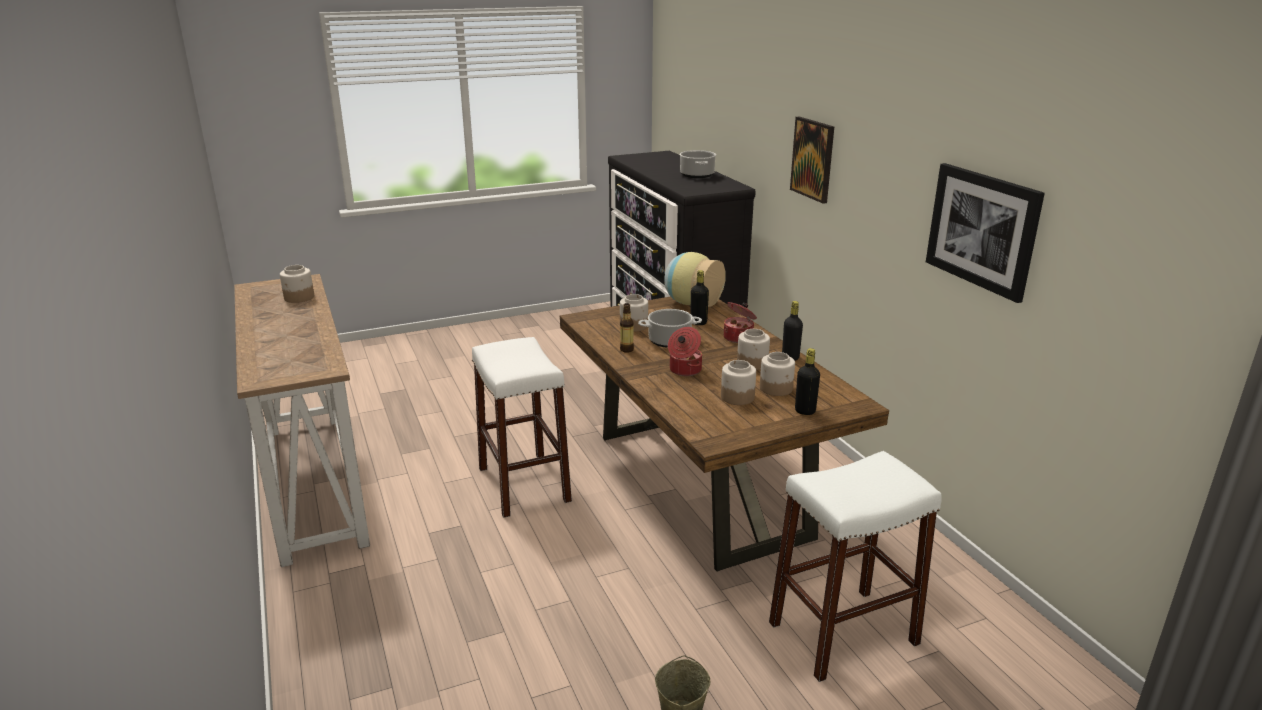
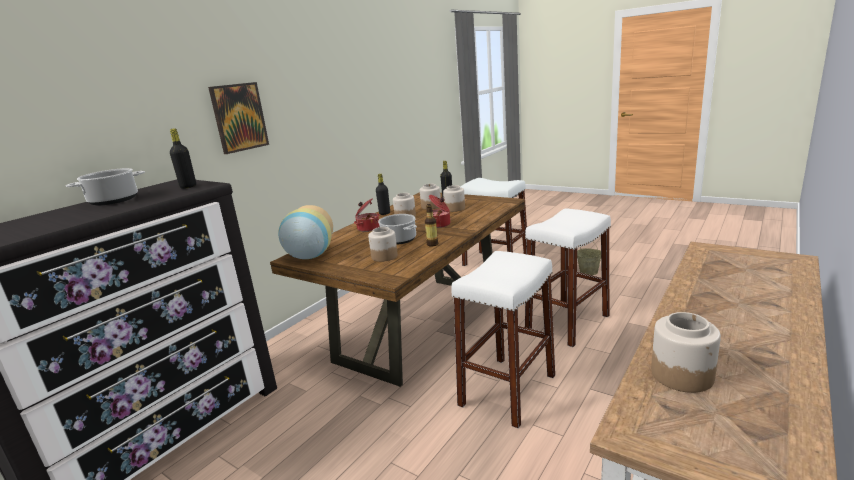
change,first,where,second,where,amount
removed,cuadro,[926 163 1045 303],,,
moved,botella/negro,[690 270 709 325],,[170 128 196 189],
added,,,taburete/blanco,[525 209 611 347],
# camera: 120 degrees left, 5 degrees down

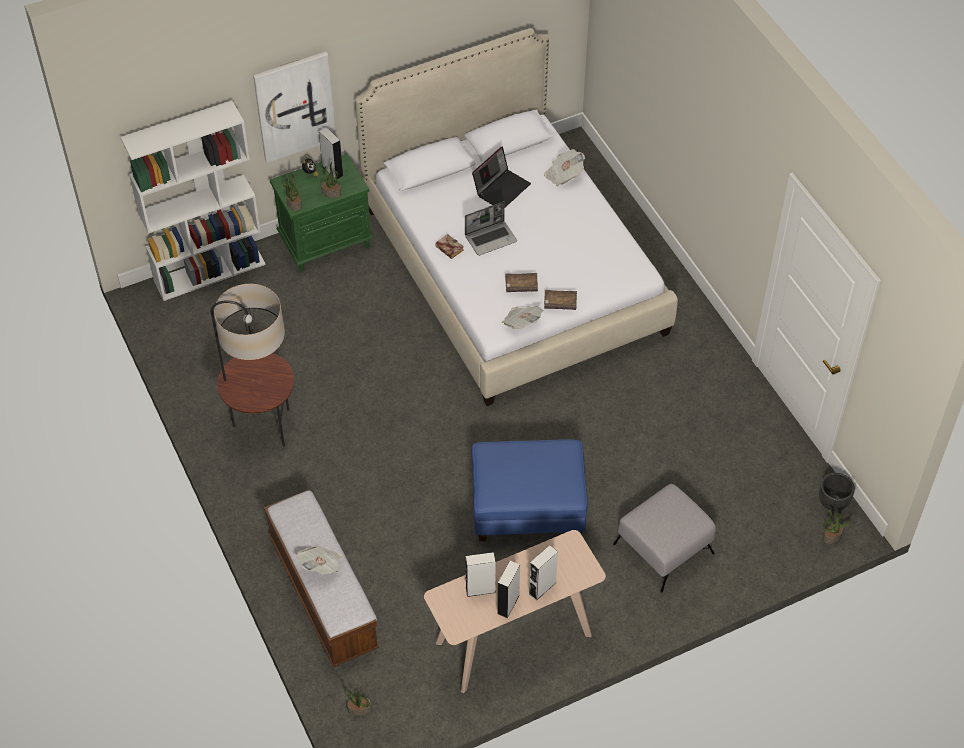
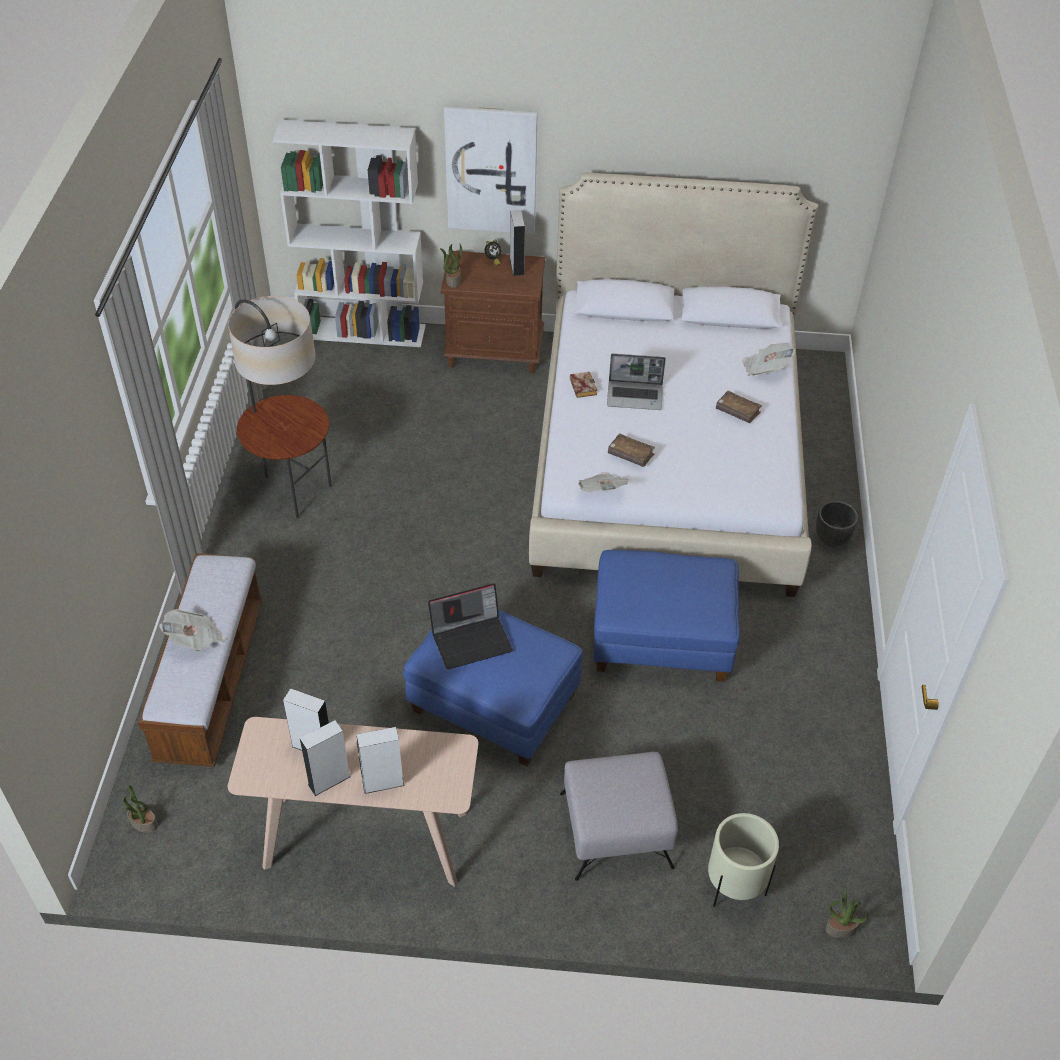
change,first,where,second,where,amount
moved,portátil,[472 146 531 207],,[428 583 513 670],
recoloured,mesita de noche/verde,[270 153 374 272],mesita de noche/marrón,[441 251 545 373],
removed,planta en maceta,[321 162 341 198],,,
moved,libro/marrón,[544 290 577 310],,[716 391 762 423],
moved,maceta/negro,[819 473 855 511],,[816 501 858 547],
added,,,puf/azul,[593 550 740 682],
added,,,maceta/beis,[708 813 779 907],
# camera: 30 degrees right, 5 degrees down

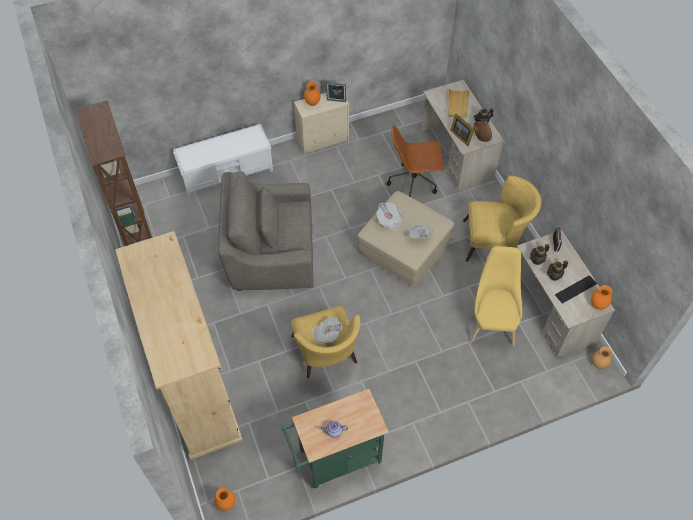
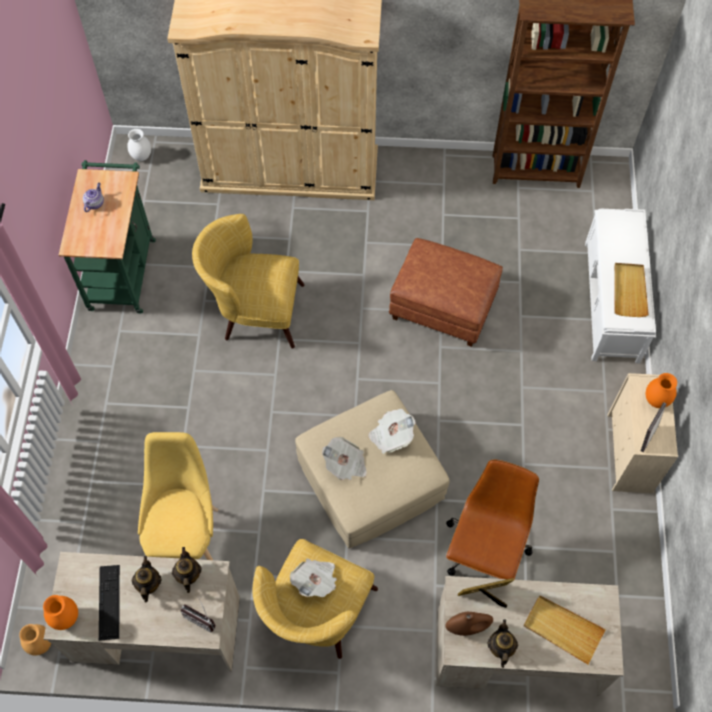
change,first,where,second,where,amount
replaced,sillón/gris,[218 171 314 291],puf/marrón,[389 238 503 347],
turned,silla/amarillo,[470 246 522 346],,[138 432 218 560],120 degrees counterclockwise
moved,periódico,[312 318 342 344],,[290 559 337 597],
recoloured,florero/naranja,[214 488 235 511],florero/blanco,[127 129 151 161],
added,,,bandeja/beis,[614 263 649 317],
# camera: 115 degrees right, 5 degrees up

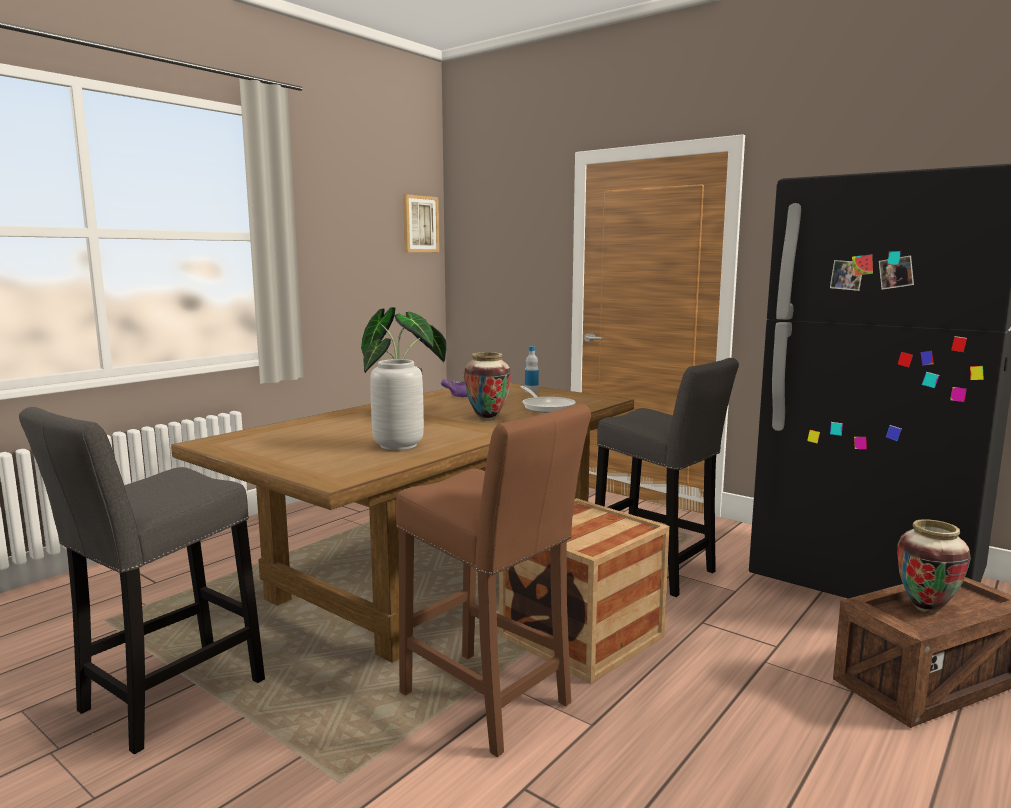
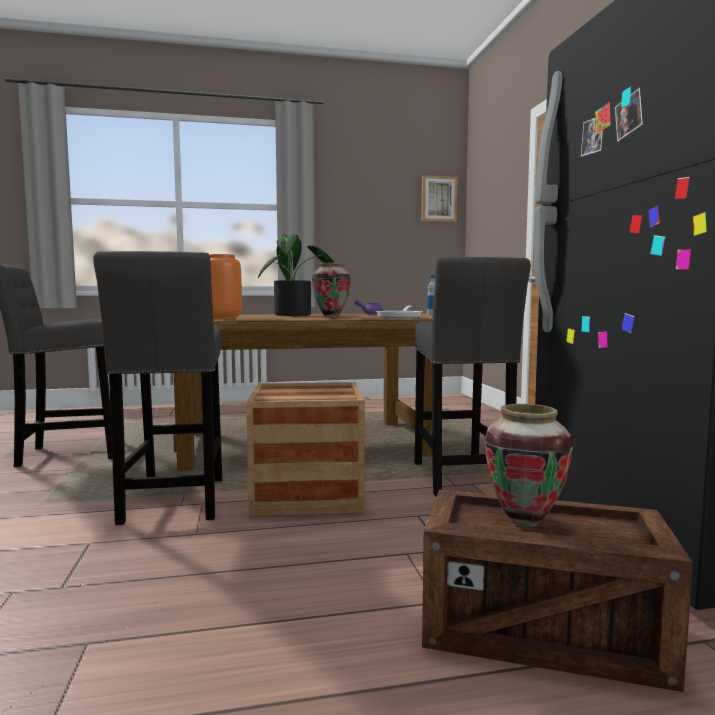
change,first,where,second,where,amount
recoloured,florero/gris,[370 359 424 450],florero/naranja,[209 254 242 319],
recoloured,taburete/marrón,[395 403 591 757],taburete/gris,[93 251 222 525],
# camera: 40 degrees right, 5 degrees down

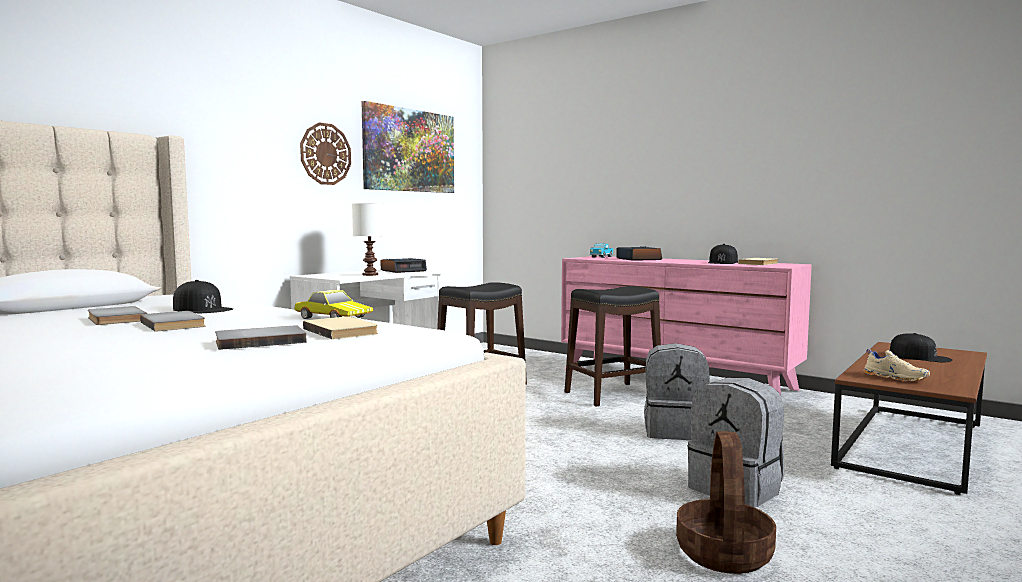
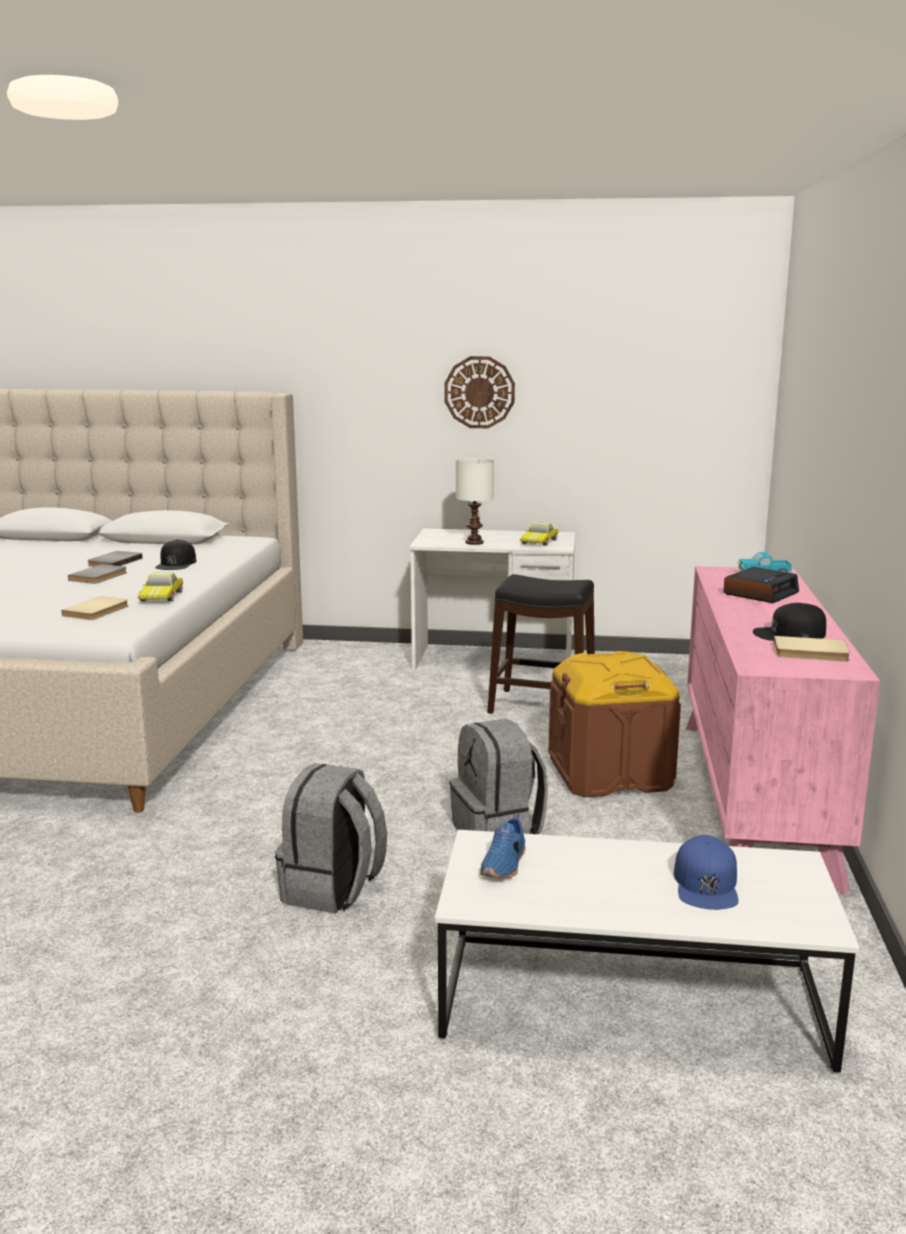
change,first,where,second,where,amount
removed,cuadro,[361 101 454 193],,,
replaced,despertador,[380 258 427 273],coche de juguete,[520 522 558 546],
replaced,taburete/negro,[565 286 661 407],caja de almacenaje/marrón,[548 651 681 797],
removed,libro/gris,[215 326 306 350],,,
recoloured,gorra/negro,[890 333 952 363],gorra/azul,[674 835 738 910],
recoloured,mesa de centro/marrón,[831 342 987 495],mesa de centro/blanco,[435 830 860 1072],
recoloured,zapato/beis,[863 349 930 382],zapato/azul,[480 813 526 879],
removed,cesta,[676 431 776 574],,,
# camera: 60 degrees right, 10 degrees up

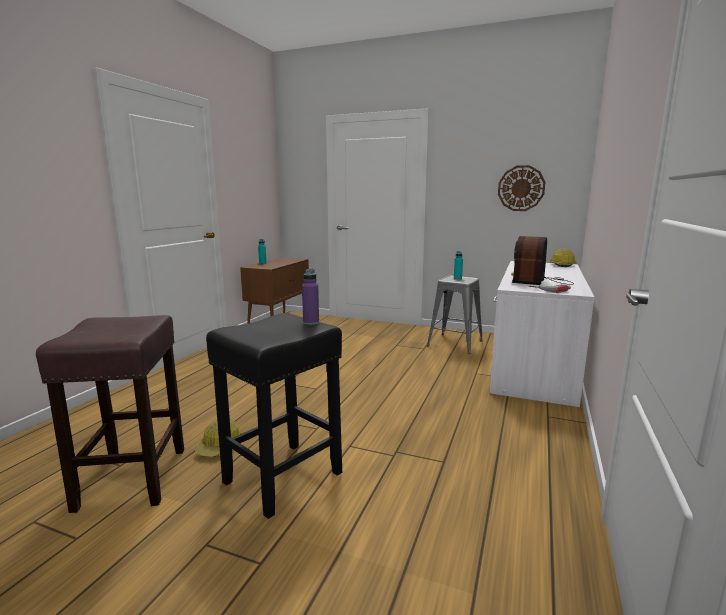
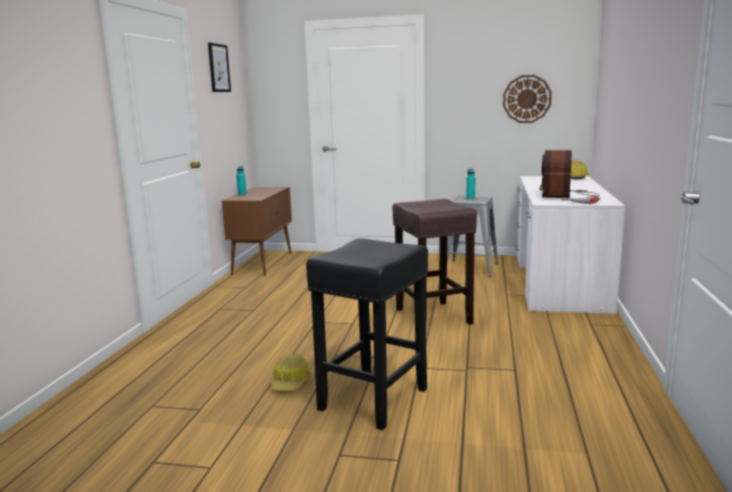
change,first,where,second,where,amount
removed,botella/morado,[302 269 319 325],,,
moved,taburete/marrón,[36 315 184 513],,[392 199 477 324],
added,,,cuadro,[208 43 231 92],
# camera: 10 degrees left, 0 degrees up

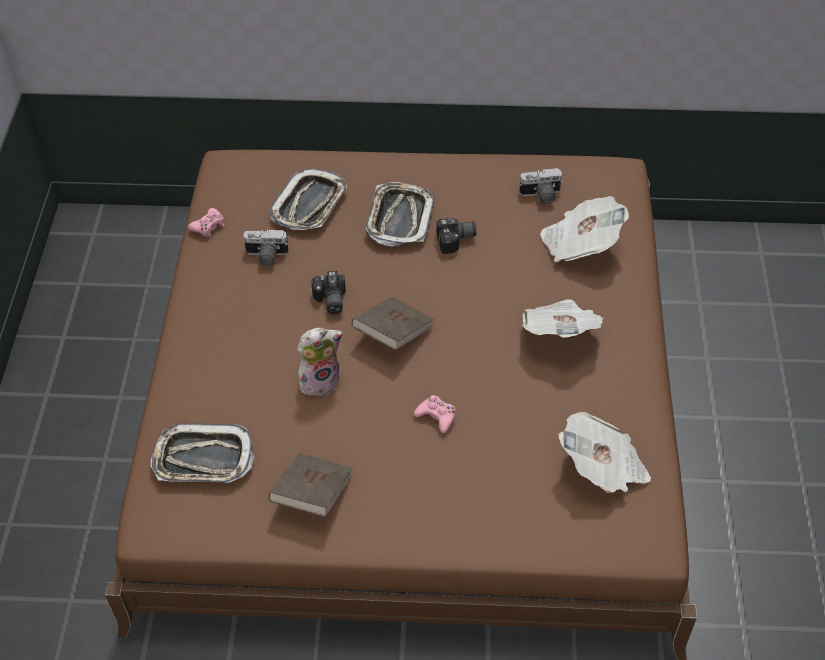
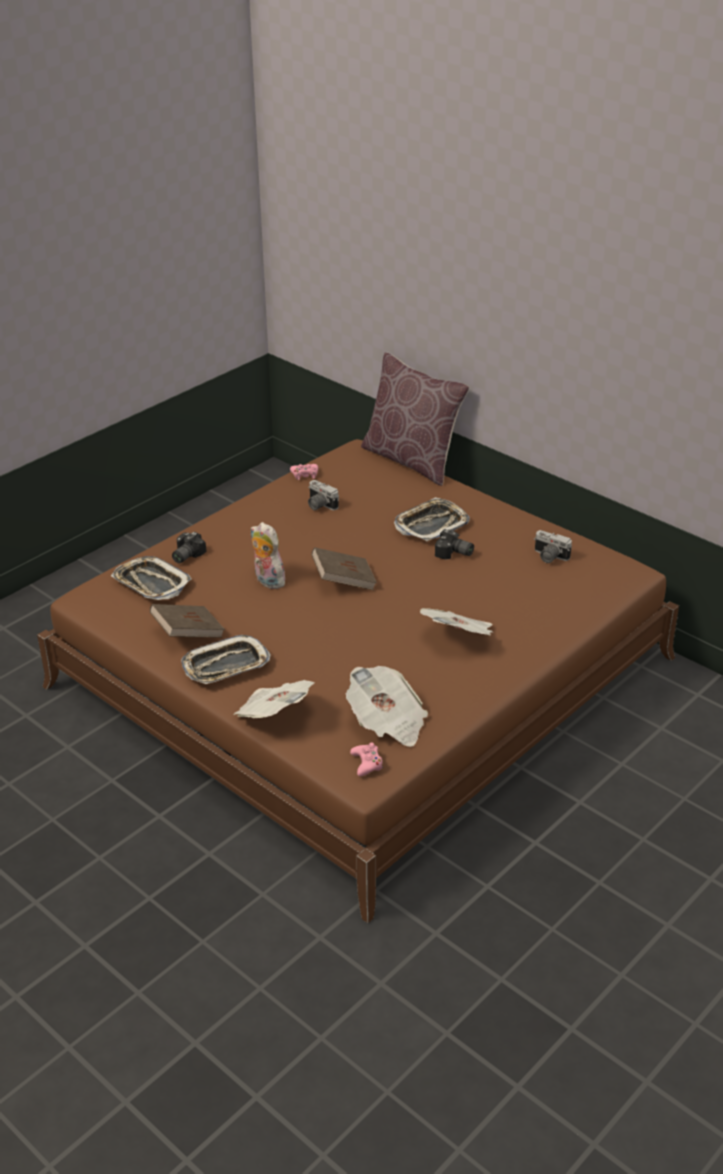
change,first,where,second,where,amount
moved,bandeja,[270 169 347 230],,[181 635 271 684],
moved,periódico,[540 196 629 262],,[233 680 315 718],
moved,cámara,[311 271 346 314],,[172 532 207 563],
turned,peluche,[297 328 343 396],,[251 522 285 589],150 degrees counterclockwise
moved,mando de consola/rosa,[414 395 456 433],,[350 743 383 776],
added,,,cojín/marrón,[361 352 469 486],
# camera: 40 degrees right, 15 degrees down

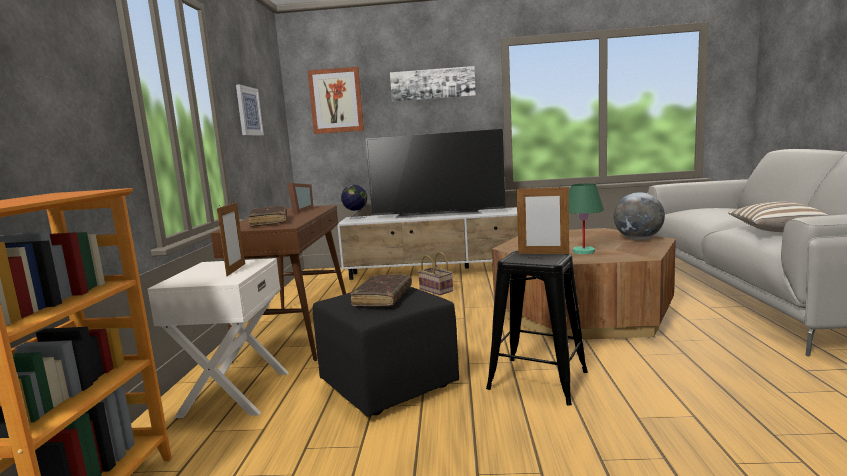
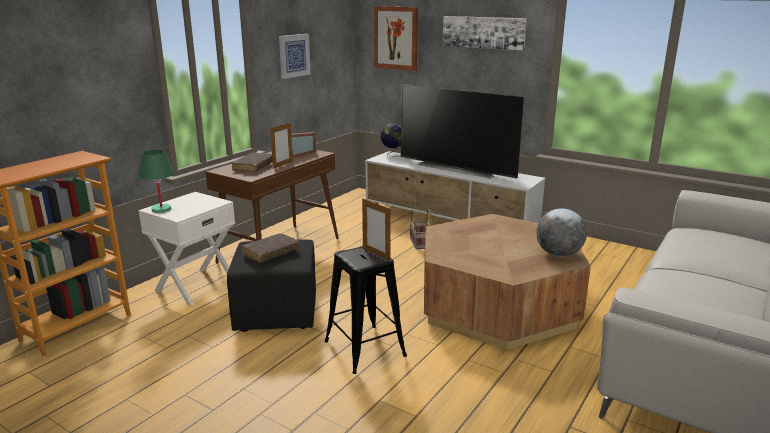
change,first,where,second,where,amount
moved,lámpara de mesa/verde,[569 183 604 254],,[138 150 175 213],
moved,portarretratos,[217 201 245 276],,[270 122 293 169],
removed,cojín,[728 202 829 232],,,
# camera: 30 degrees right, 10 degrees up

